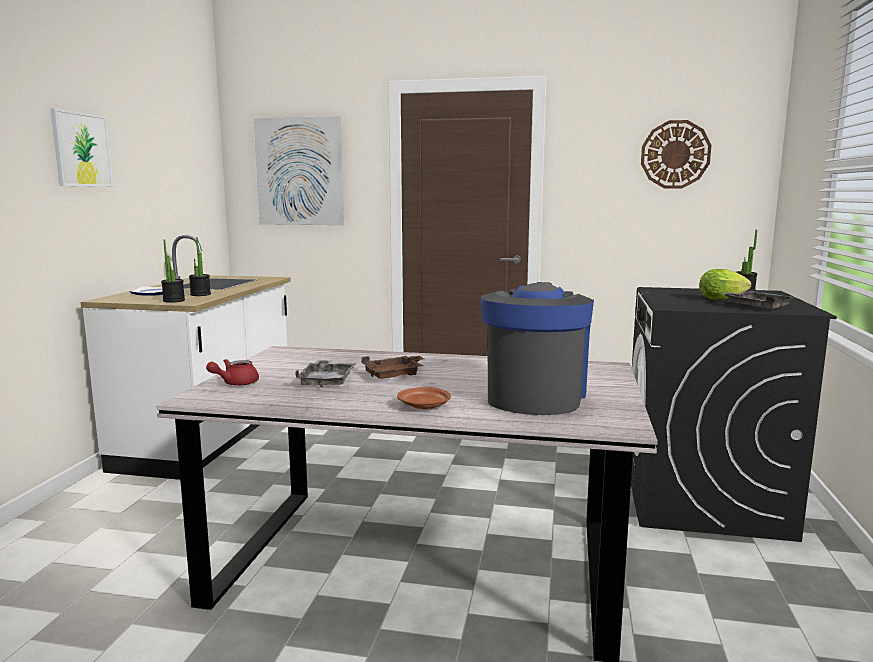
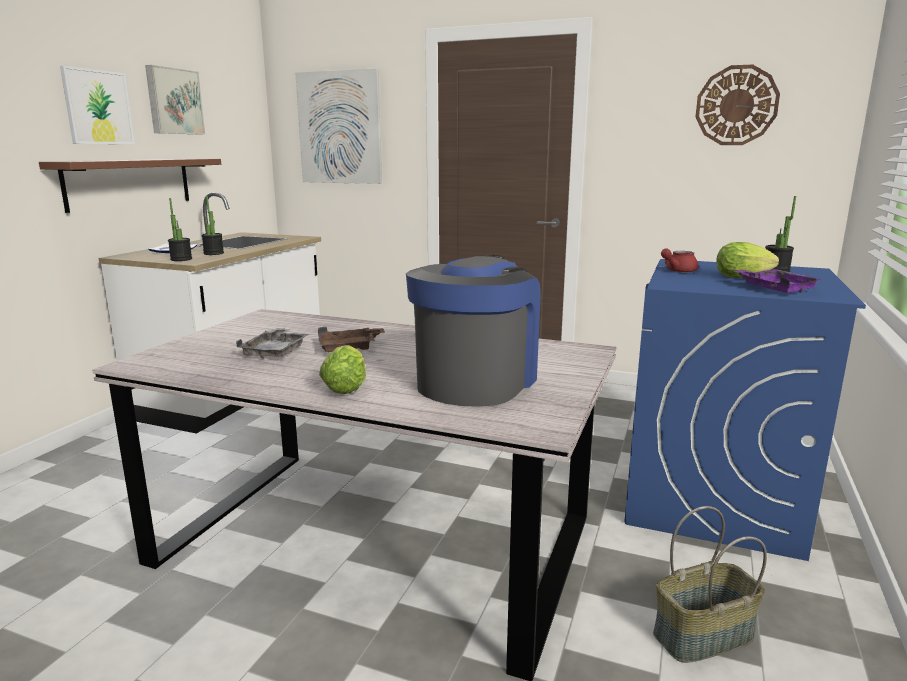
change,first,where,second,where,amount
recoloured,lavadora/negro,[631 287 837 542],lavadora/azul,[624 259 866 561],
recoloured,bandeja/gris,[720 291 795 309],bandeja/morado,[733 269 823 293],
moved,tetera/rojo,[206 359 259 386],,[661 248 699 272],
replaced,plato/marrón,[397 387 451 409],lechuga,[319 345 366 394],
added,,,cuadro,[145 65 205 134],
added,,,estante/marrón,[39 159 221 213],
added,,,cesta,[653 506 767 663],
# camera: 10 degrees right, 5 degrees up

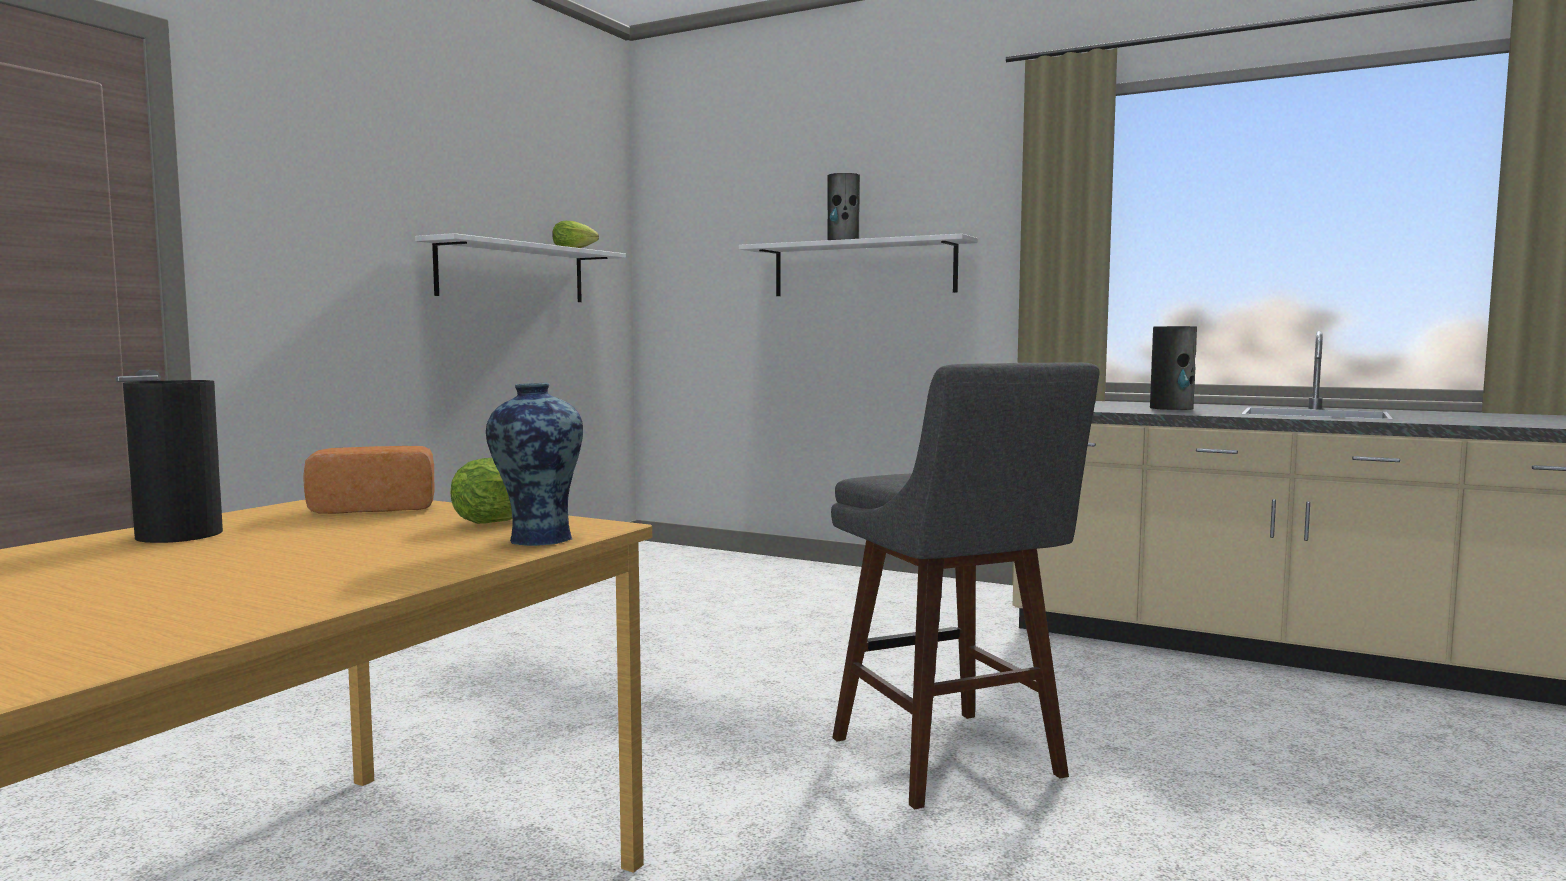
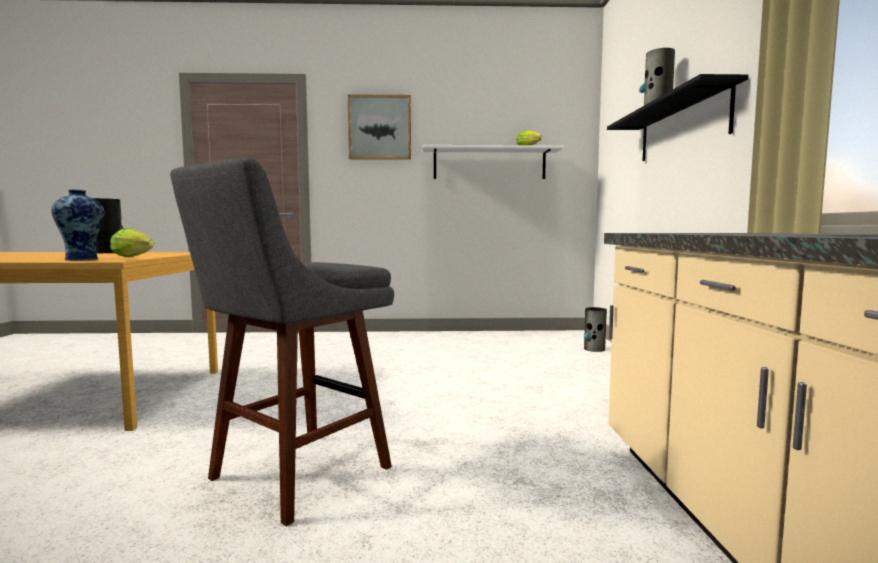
change,first,where,second,where,amount
recoloured,estante/blanco,[739 234 978 296],estante/negro,[607 74 749 161],
moved,florero,[1150 326 1197 410],,[584 307 607 352],
removed,pan,[303 446 434 514],,,
added,,,cuadro,[348 94 411 160],
# camera: 60 degrees right, 0 degrees up

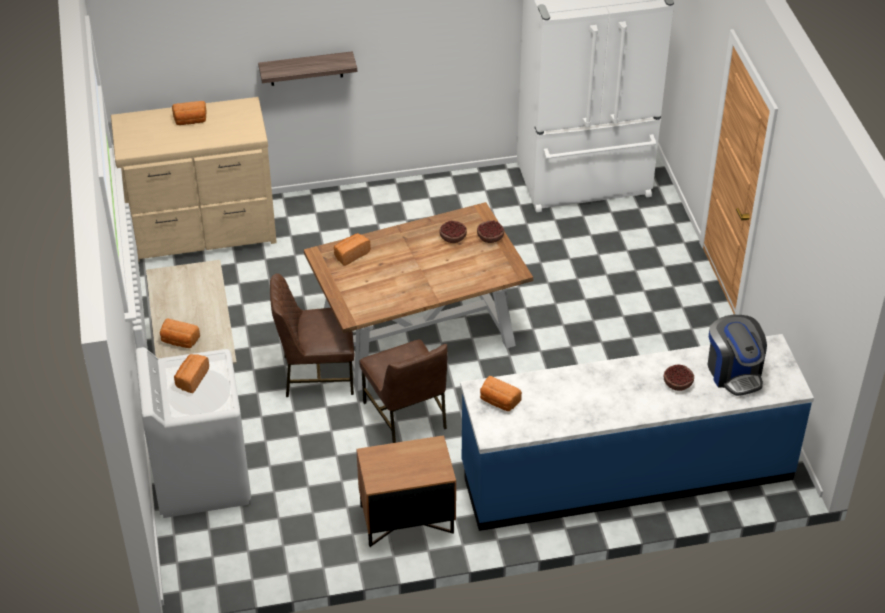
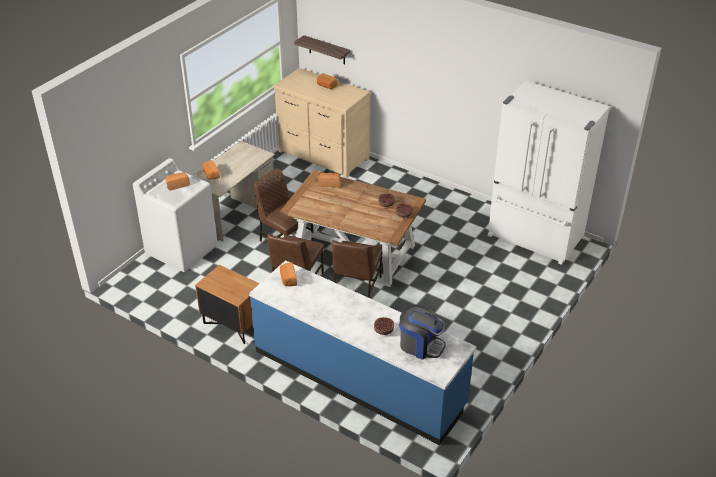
change,first,where,second,where,amount
moved,estante,[258 51 357 86],,[294 35 350 64],
turned,cafetera,[707 315 767 396],,[400 305 446 360],90 degrees counterclockwise
added,,,silla/marrón,[332 240 382 298],
# camera: 45 degrees right, 5 degrees down

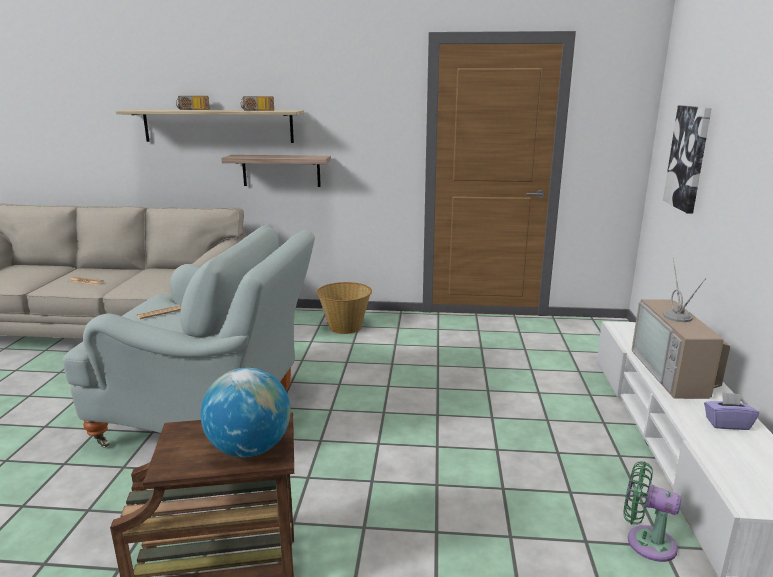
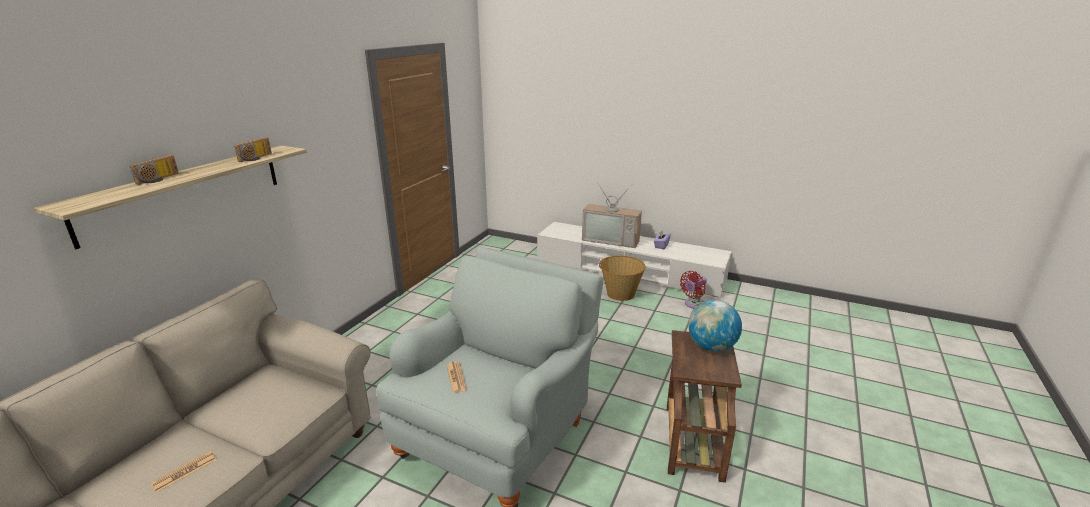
change,first,where,second,where,amount
removed,cuadro,[663 105 712 213],,,
removed,estante,[221 155 331 187],,,
moved,cesta,[317 282 372 334],,[599 255 646 301],
recoloured,ventilador/verde,[623 461 681 562],ventilador/rojo,[680 271 707 309],
# camera: 70 degrees left, 5 degrees up

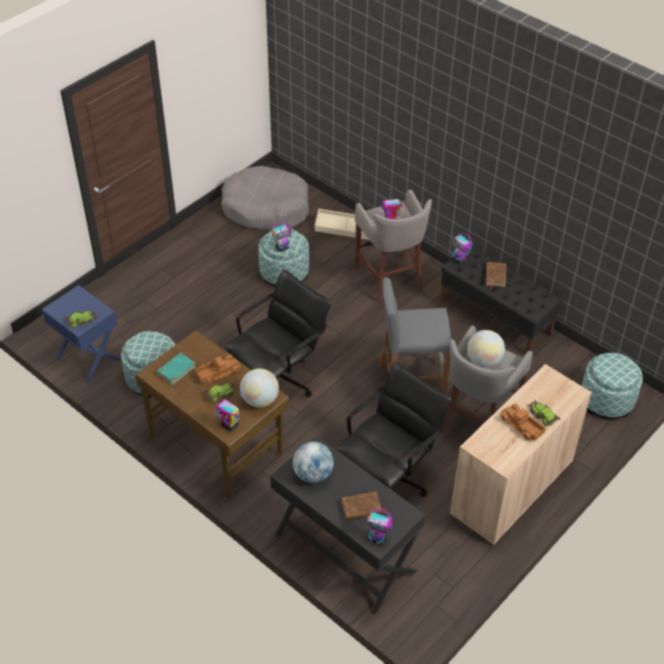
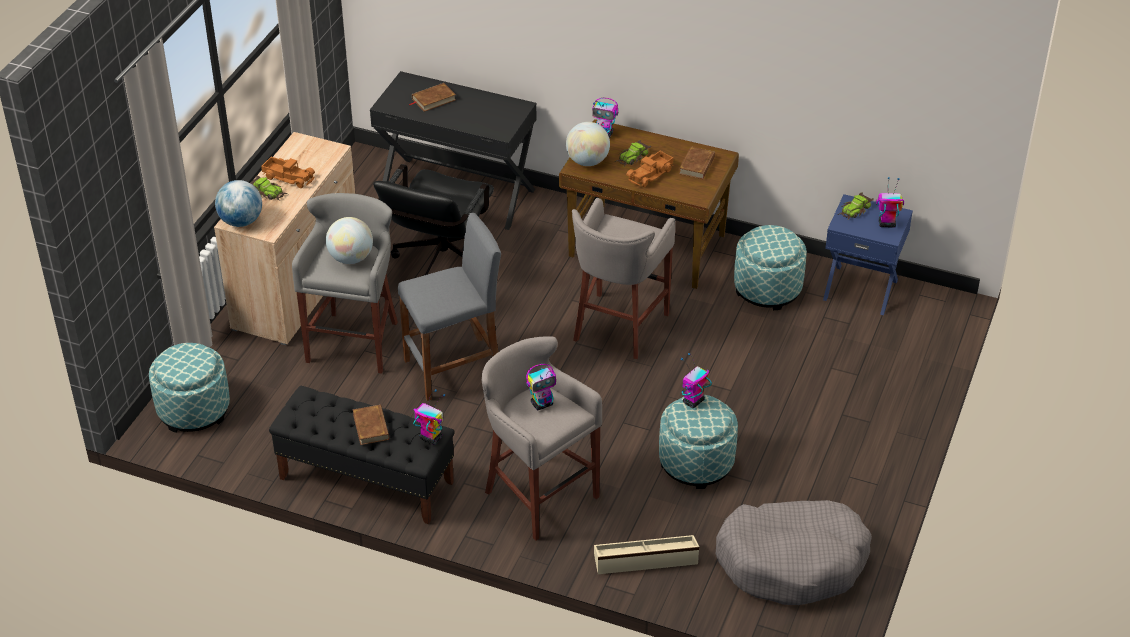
change,first,where,second,where,amount
replaced,silla de oficina/negro,[224 269 331 397],taburete/gris,[572 198 675 359],
recoloured,libro/turquesa,[157 352 196 385],libro/marrón,[679 147 715 179],
moved,globo terráqueo,[293 442 334 483],,[215 180 262 227],
moved,robot de juguete,[367 509 392 545],,[876 177 904 228],
# camera: 160 degrees right, 5 degrees down

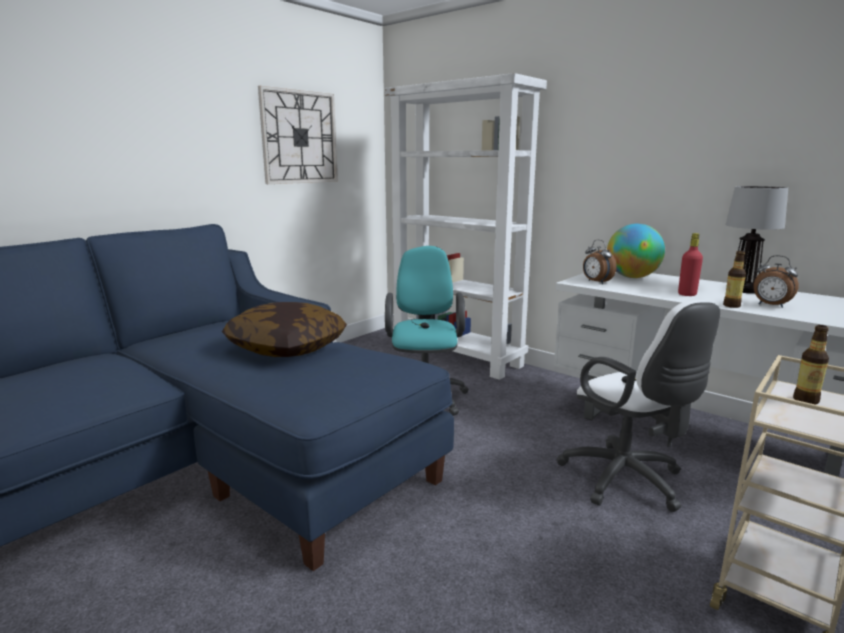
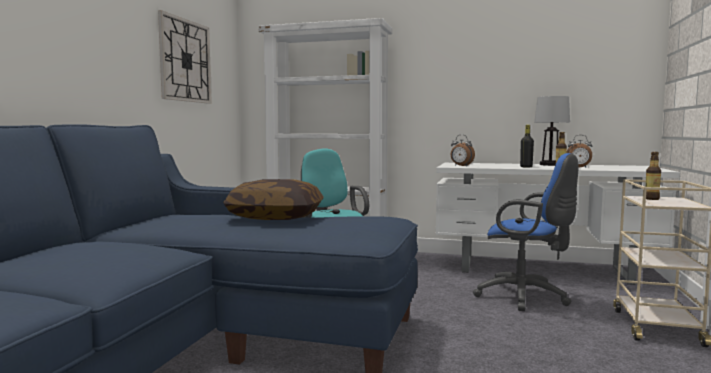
change,first,where,second,where,amount
removed,globo terráqueo,[607 224 665 278],,,
recoloured,botella/rojo,[678 233 703 296],botella/negro,[520 125 534 168],
recoloured,silla de oficina/blanco,[556 300 720 512],silla de oficina/azul,[473 153 579 311],
# camera: 25 degrees left, 10 degrees down

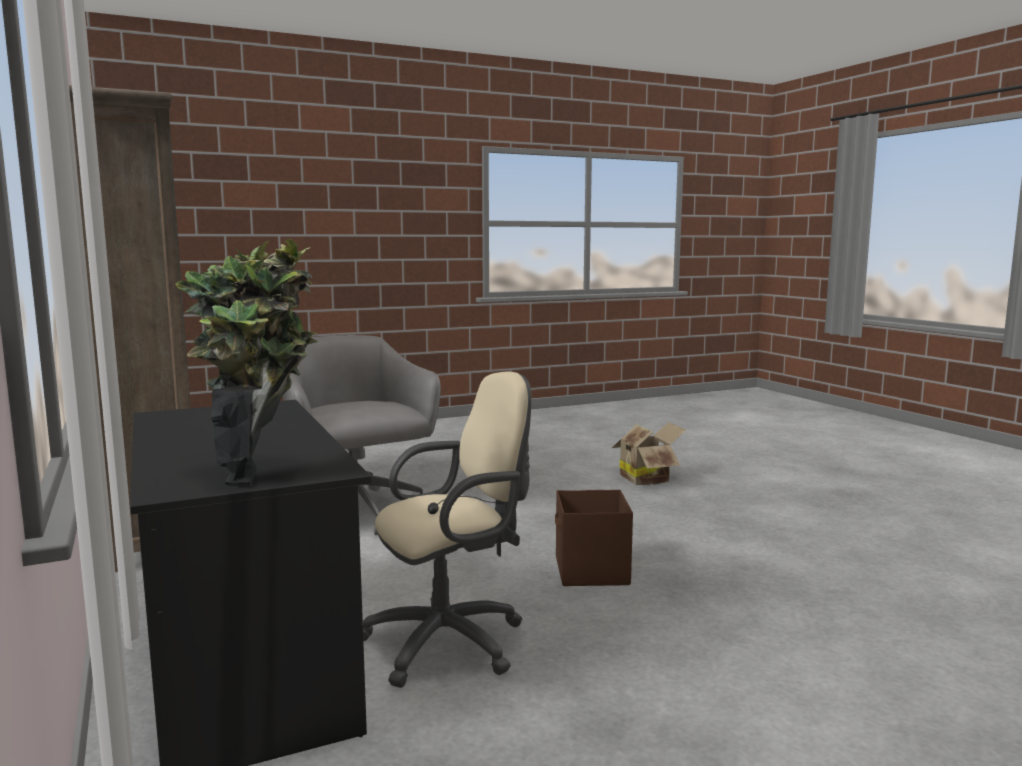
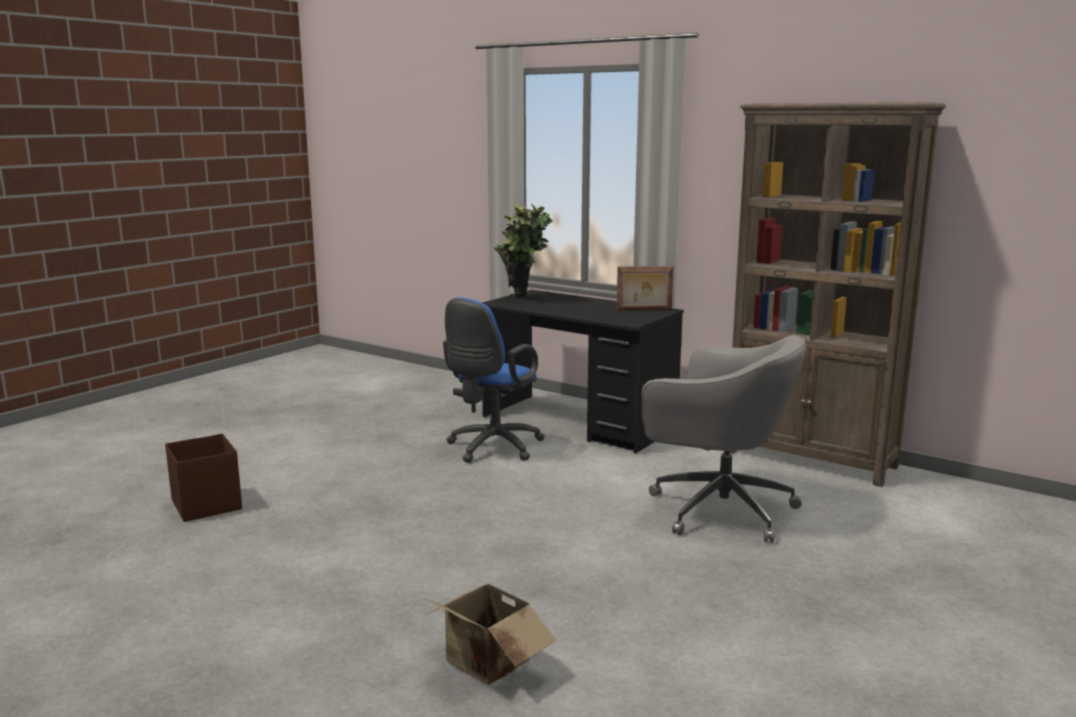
change,first,where,second,where,amount
recoloured,silla de oficina/beis,[363 372 531 688],silla de oficina/azul,[443 297 545 463],
moved,caja de almacenaje/marrón,[555 490 633 586],,[165 434 242 522],
added,,,portarretratos,[617 266 674 311],
# camera: 150 degrees right, 5 degrees up

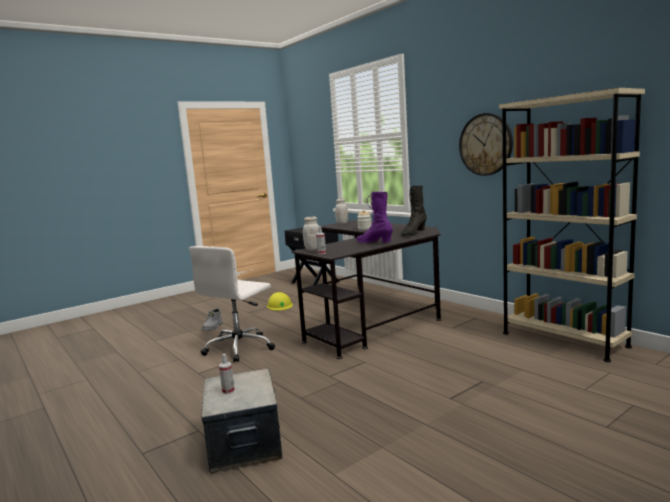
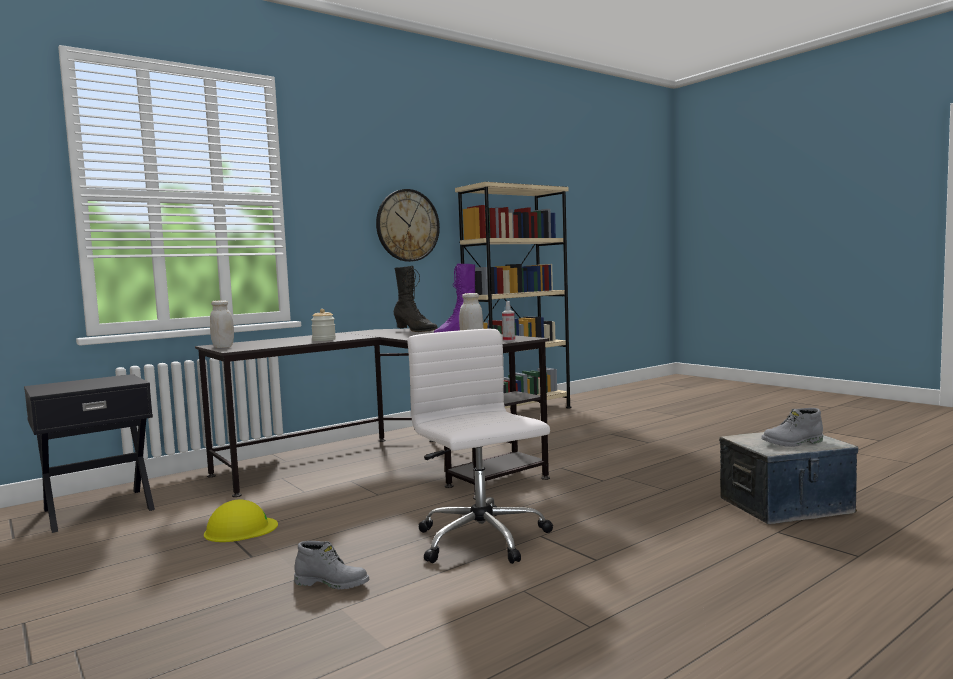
change,first,where,second,where,amount
turned,silla de oficina/blanco,[189 246 275 362],,[407 329 553 564],150 degrees counterclockwise
replaced,pulverizador,[219 354 235 394],bota/gris,[761 408 823 447],
# camera: 90 degrees left, 5 degrees down

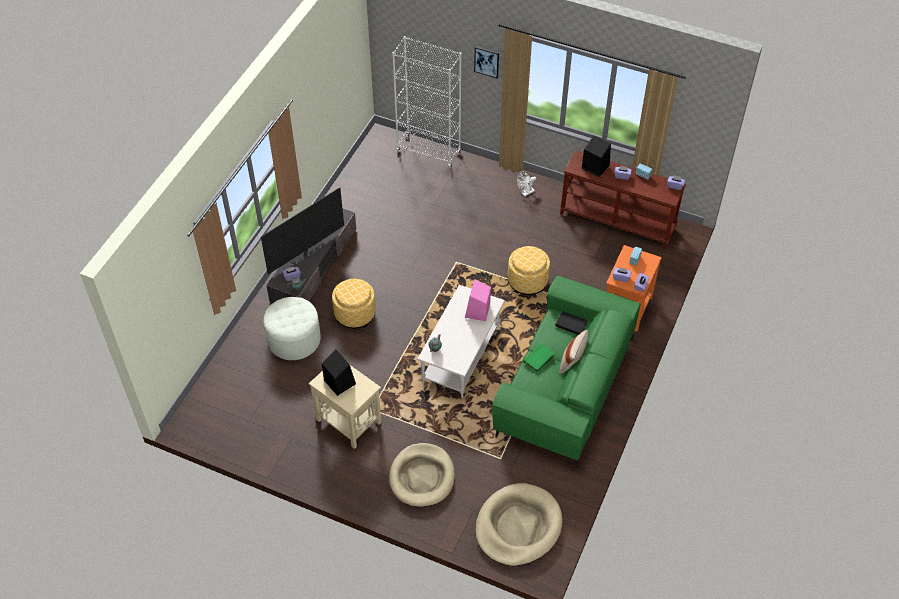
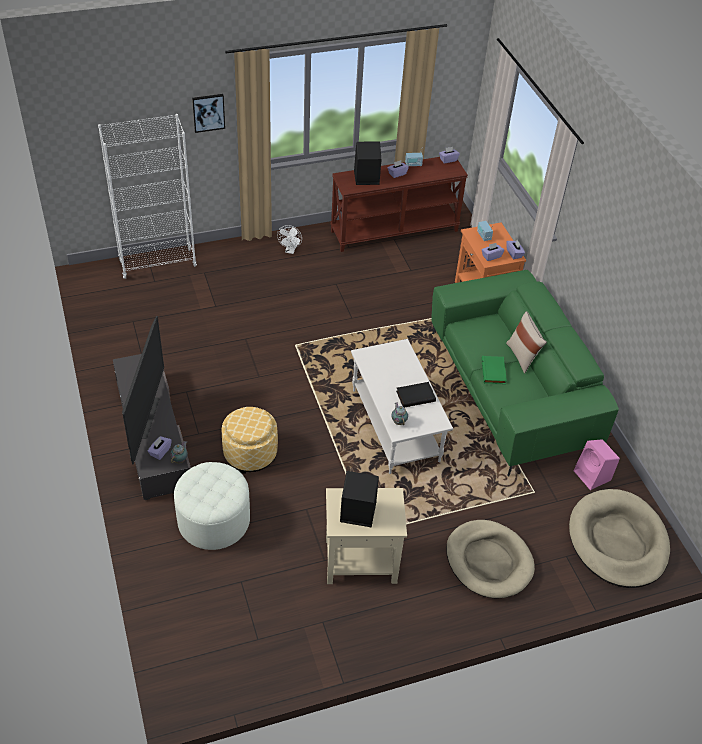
change,first,where,second,where,amount
removed,puf,[508 246 550 295],,,
moved,altavoz/rosa,[465 279 491 321],,[573 439 620 490],
moved,libro/negro,[555 311 588 335],,[396 382 436 407],
# camera: 45 degrees left, 5 degrees down

